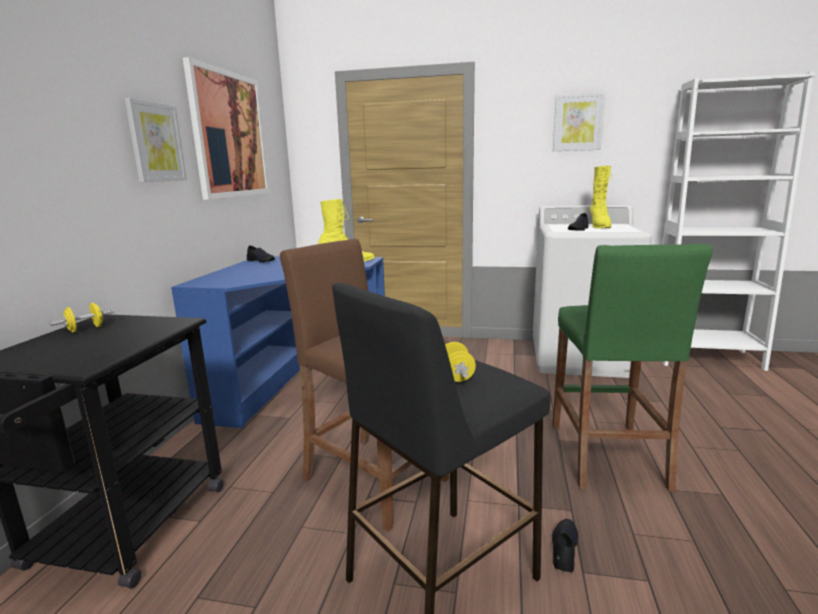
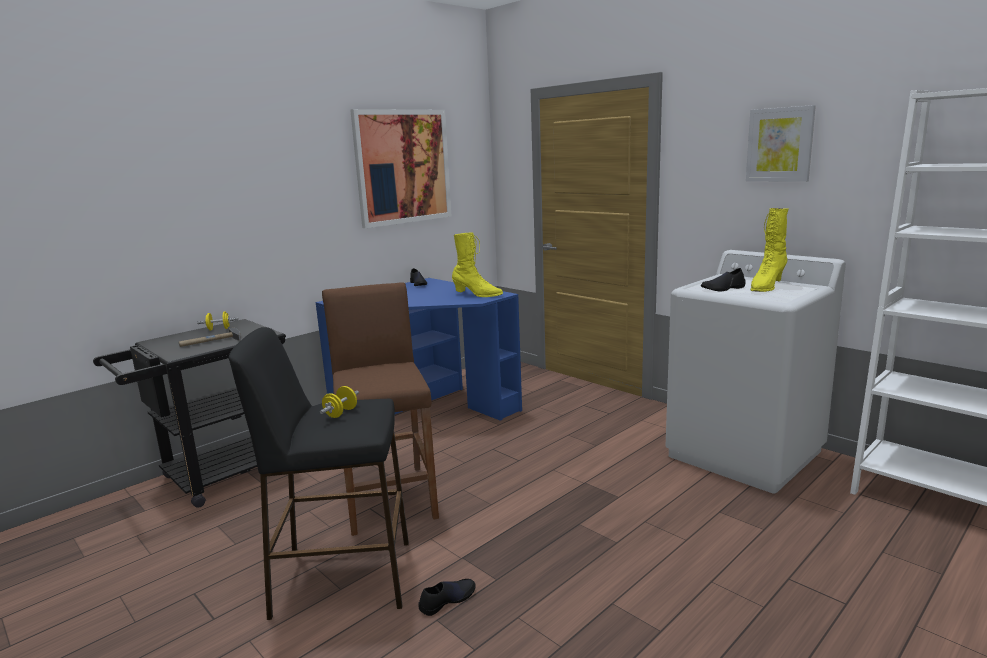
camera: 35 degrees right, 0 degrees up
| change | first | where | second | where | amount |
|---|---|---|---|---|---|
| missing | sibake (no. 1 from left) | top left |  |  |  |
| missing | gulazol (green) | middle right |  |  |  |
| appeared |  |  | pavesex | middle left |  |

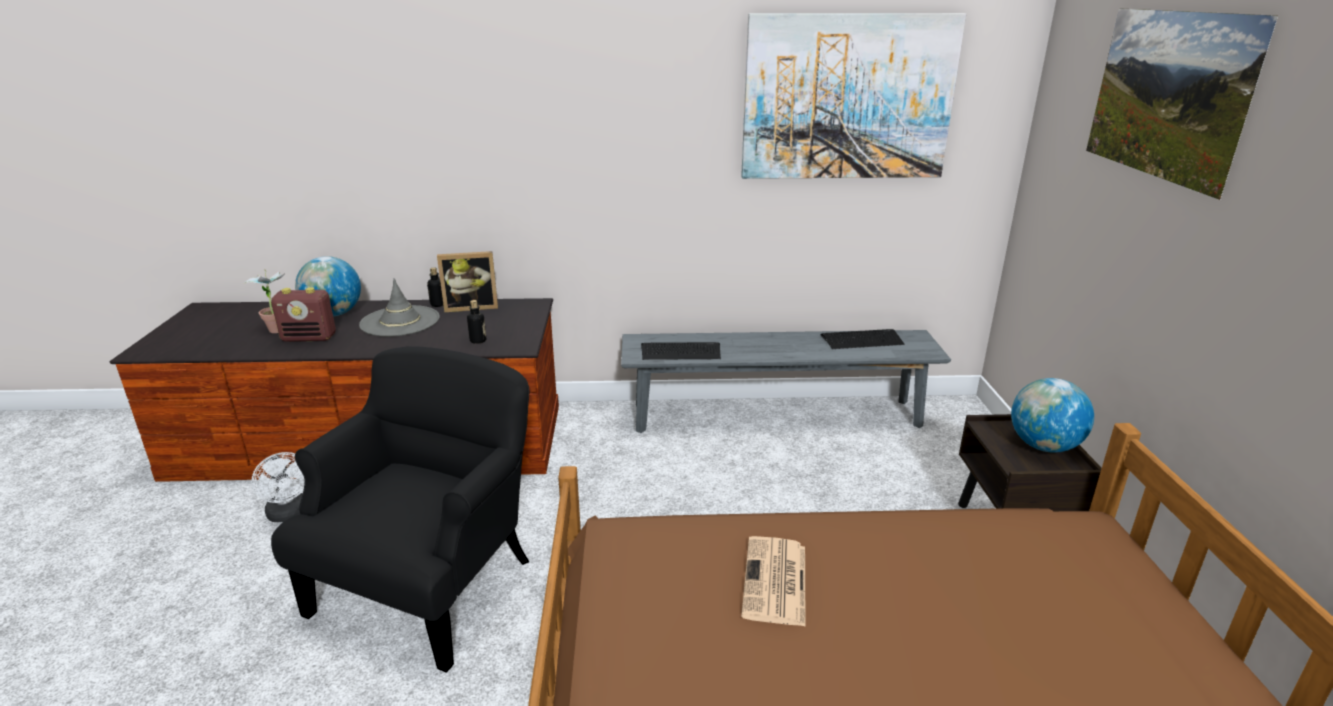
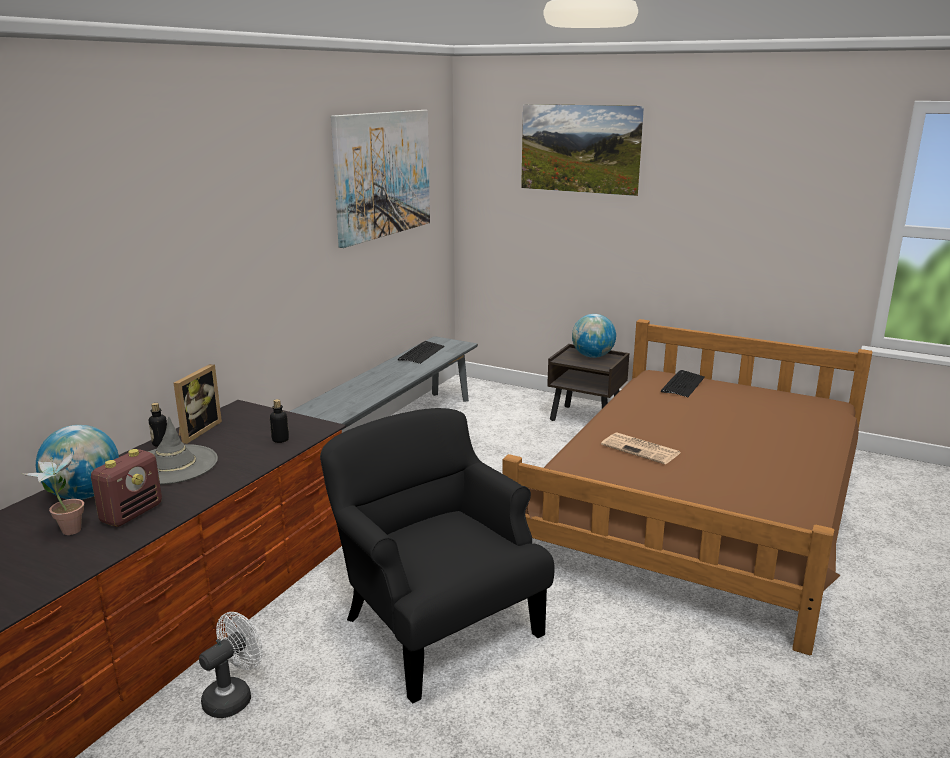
camera: 60 degrees left, 5 degrees down
| change | first | where | second | where | amount |
|---|---|---|---|---|---|
| spun | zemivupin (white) | bottom left |  | bottom left | 45 degrees counterclockwise |
| relocated | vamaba (no. 1 from left in the first image) | centre | vamaba (no. 2 from left) | middle right |  |

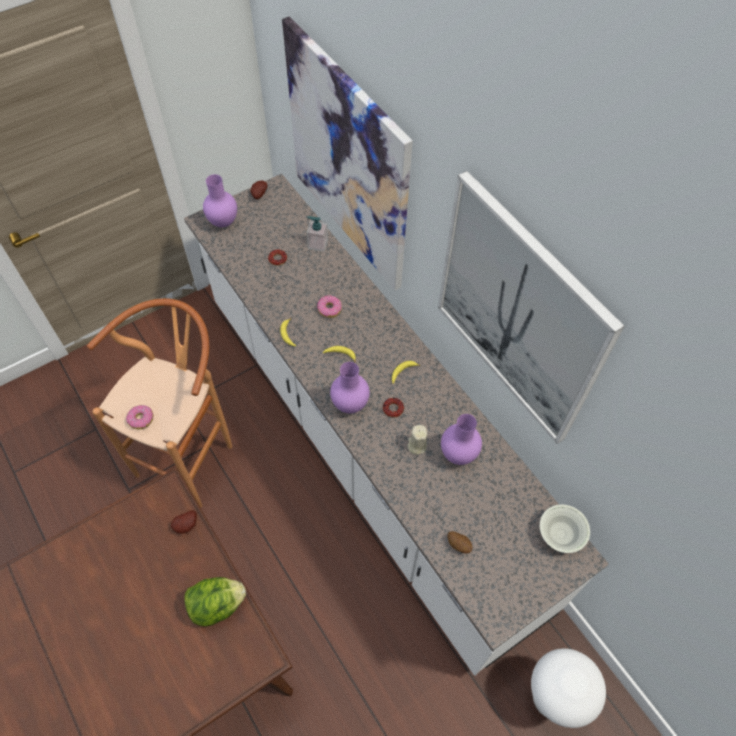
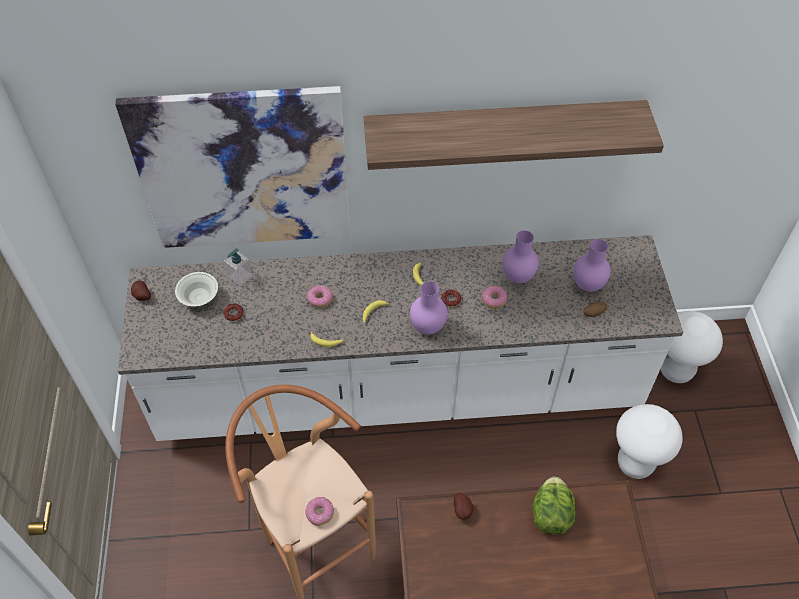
camera: 60 degrees left, 5 degrees down
| change | first | where | second | where | amount |
|---|---|---|---|---|---|
| relocated | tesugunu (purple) (no. 1 from left in the first image) | top left | tesugunu (purple) (no. 3 from left) | middle right |  |
| exchanged | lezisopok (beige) | centre | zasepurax (no. 5 from left) | centre |  |
| exchanged | sibake (no. 2 from left) | middle right | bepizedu | top centre |  |
| relocated | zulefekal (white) | bottom right |  | middle left |  |
| appeared |  |  | gulazol (white) (no. 1 from left) | bottom right |  |

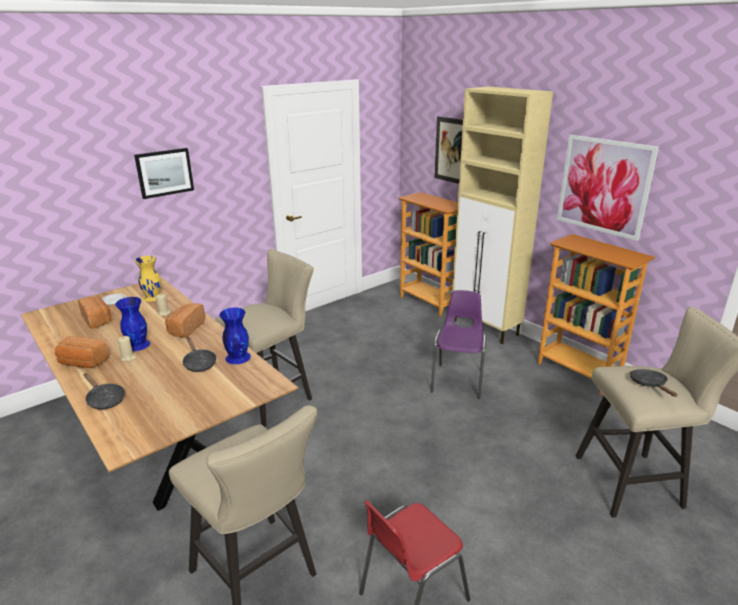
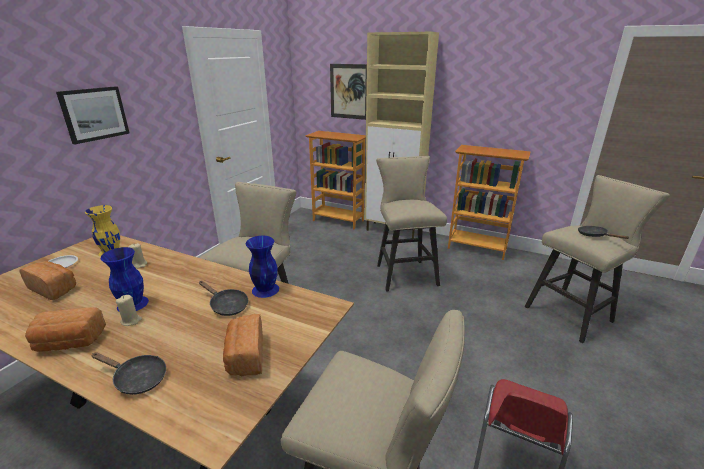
camera: 25 degrees left, 0 degrees up
| change | first | where | second | where | amount |
|---|---|---|---|---|---|
| relocated | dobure (no. 3 from left) | middle left |  | bottom centre |  |
| exchanged | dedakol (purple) | centre | gulazol (beige) (no. 3 from left) | centre |  |
| missing | sibake (no. 3 from left) | top right |  |  |  |

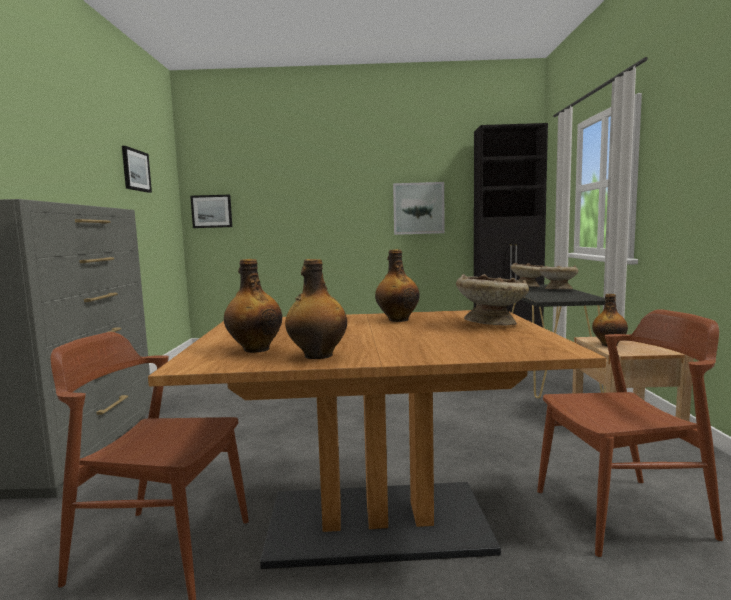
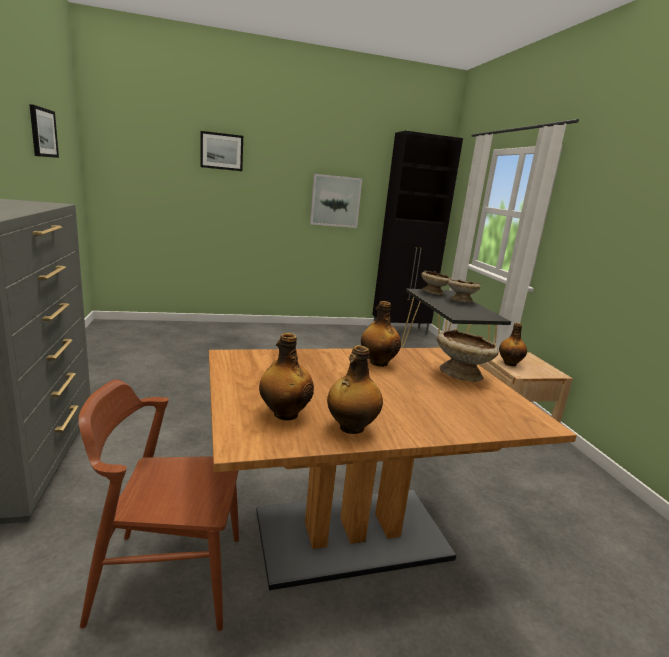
camera: 15 degrees left, 10 degrees up
| change | first | where | second | where | amount |
|---|---|---|---|---|---|
| relocated | sibake (no. 2 from left) | middle left |  | top left |  |
| missing | dedakol (brown) (no. 2 from left) | bottom right |  |  |  |

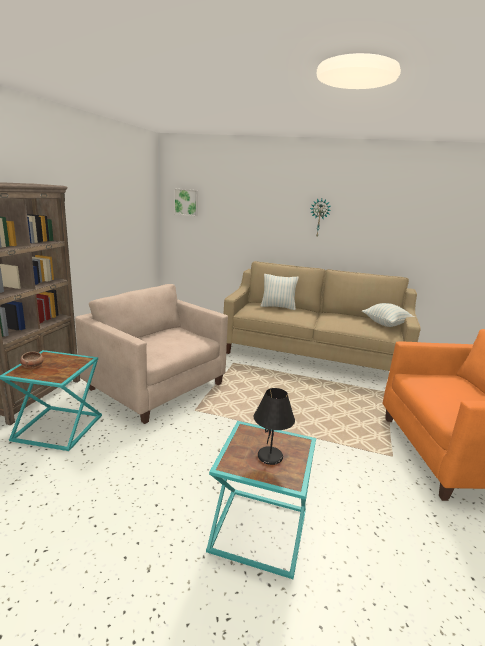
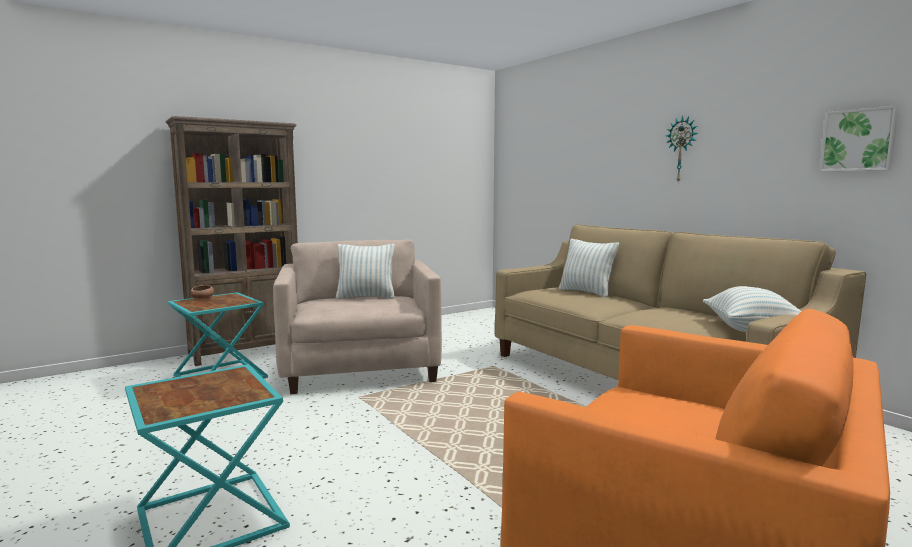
camera: 40 degrees right, 10 degrees down
| change | first | where | second | where | amount |
|---|---|---|---|---|---|
| relocated | sibake | top centre |  | top right |  |
| missing | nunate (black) | centre |  |  |  |
| appeared |  |  | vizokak (no. 1 from left) | centre |  |

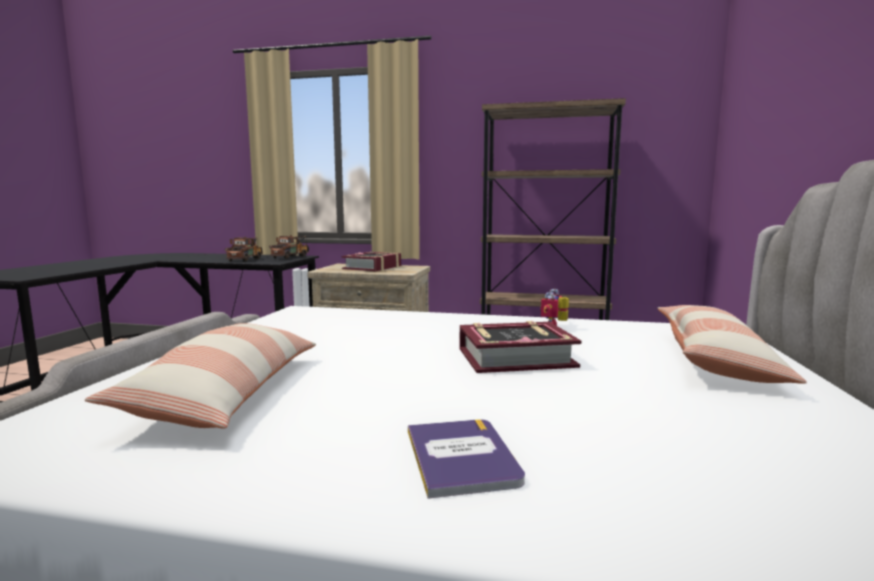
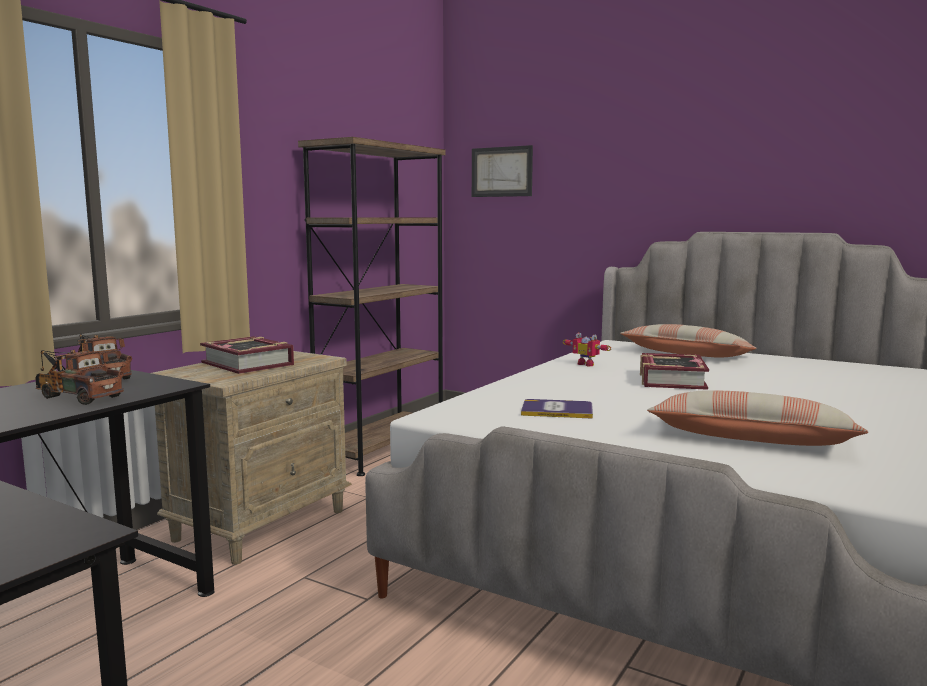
camera: 70 degrees left, 0 degrees up
| change | first | where | second | where | amount |
|---|---|---|---|---|---|
| relocated | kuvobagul (no. 2 from left) | bottom centre |  | centre |  |
| appeared |  |  | sibake | top centre |  |

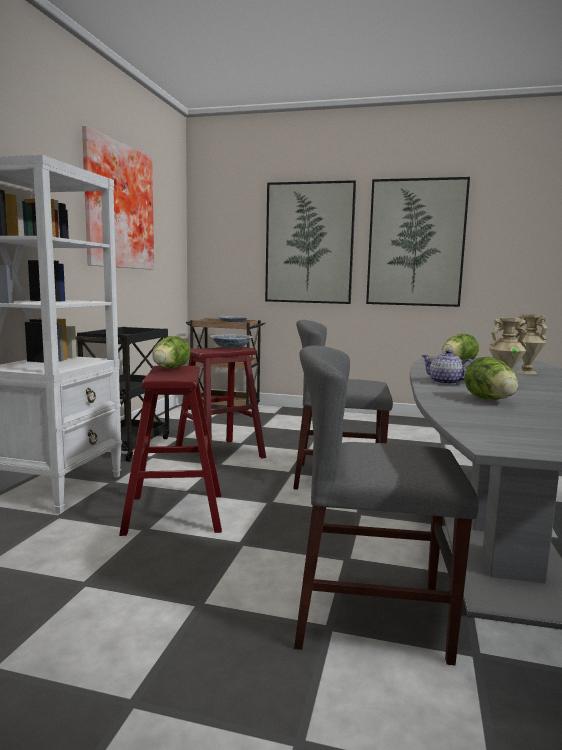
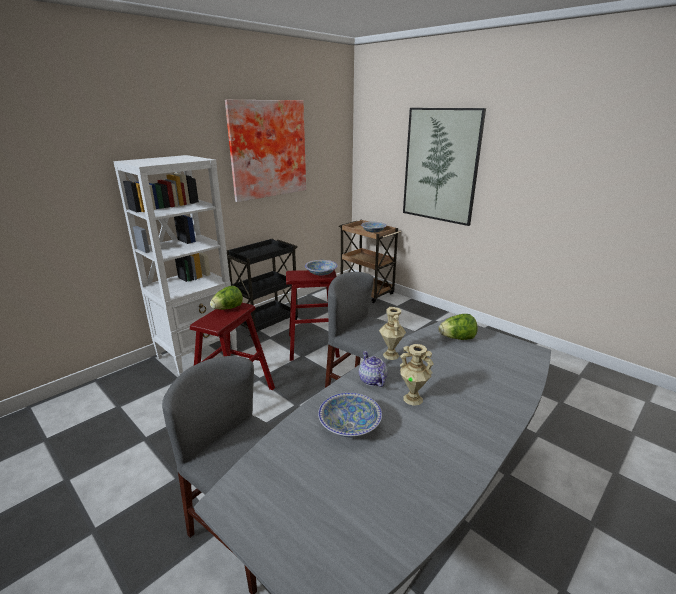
camera: 30 degrees right, 15 degrees up
| change | first | where | second | where | amount |
|---|---|---|---|---|---|
| missing | sibake (no. 3 from left) | top right |  |  |  |
| exchanged | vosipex (no. 3 from left) | middle right | zulefekal (no. 2 from left) | bottom centre |  |
| relocated | tesugunu (beige) (no. 2 from left in the first image) | middle right | tesugunu (beige) (no. 1 from left) | centre |  |

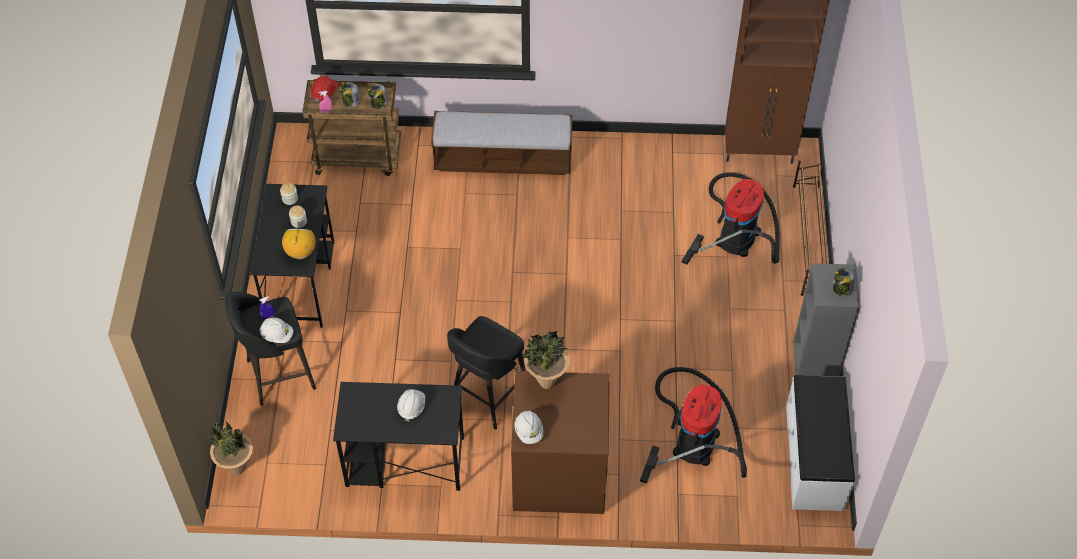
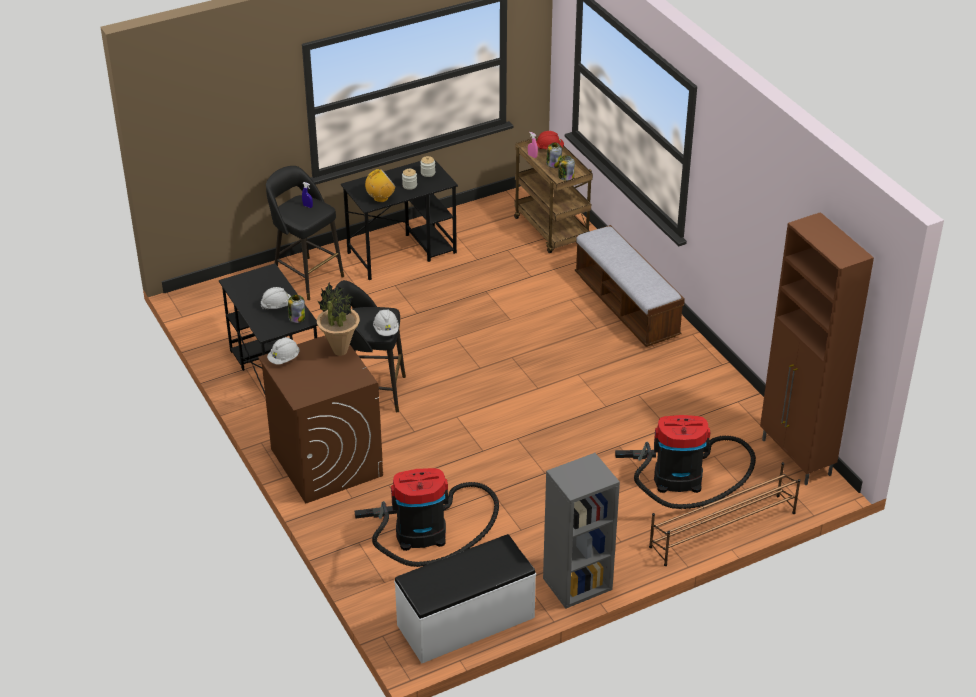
camera: 60 degrees right, 15 degrees down
| change | first | where | second | where | amount |
|---|---|---|---|---|---|
| missing | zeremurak (no. 1 from left) | bottom left |  |  |  |
| relocated | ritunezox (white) (no. 1 from left in the first image) | middle left | ritunezox (white) (no. 3 from left) | centre |  |
| relocated | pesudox (no. 5 from left in the first image) | middle right | pesudox (no. 1 from left) | middle left |  |

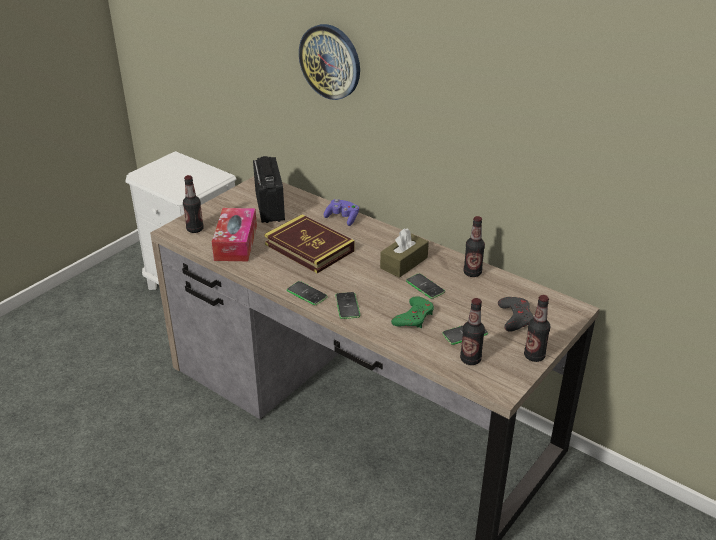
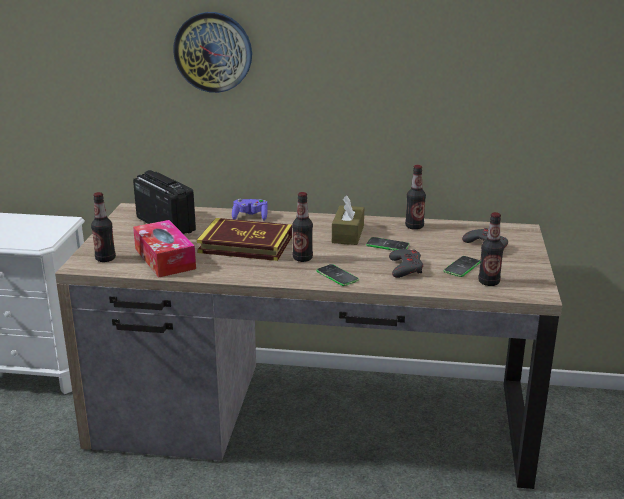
camera: 30 degrees left, 10 degrees down
| change | first | where | second | where | amount |
|---|---|---|---|---|---|
| missing | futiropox (no. 1 from left) | centre |  |  |  |
| colour | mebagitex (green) | centre | mebagitex (grey) (no. 1 from left) | centre |  |
| relocated | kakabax (no. 4 from left in the first image) | middle right | kakabax (no. 2 from left) | centre |  |

